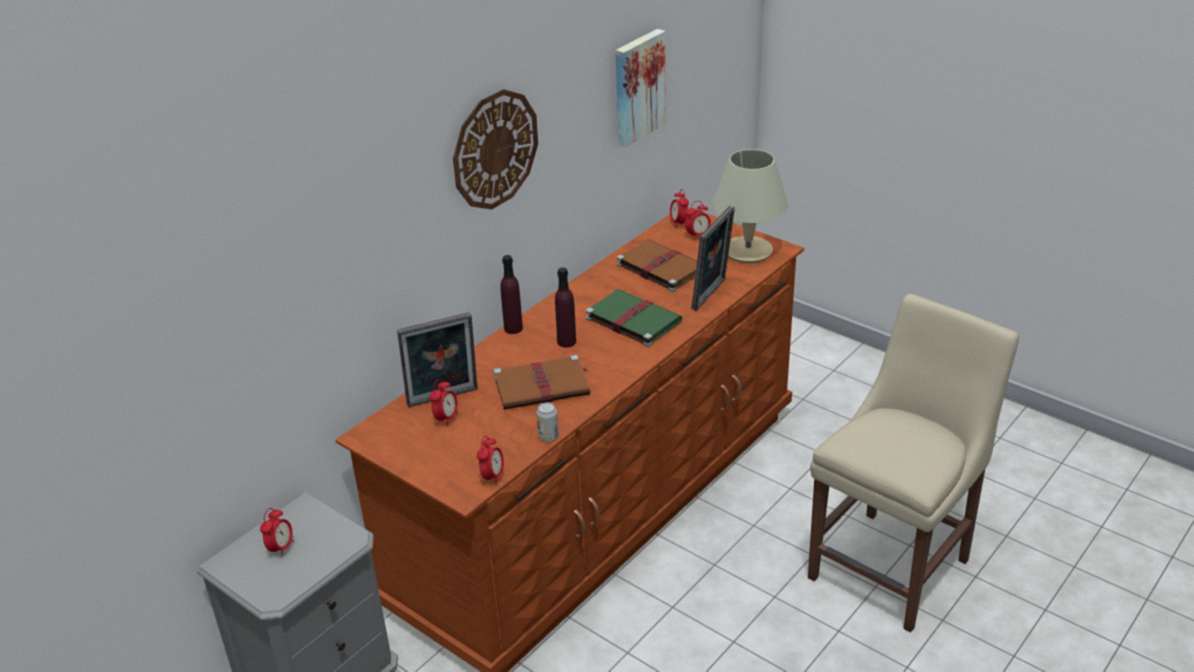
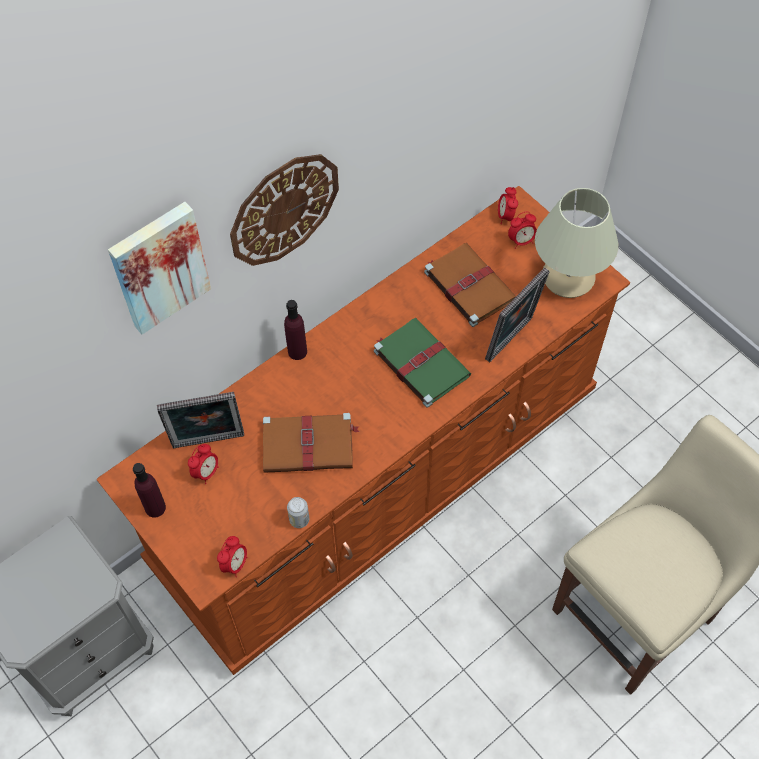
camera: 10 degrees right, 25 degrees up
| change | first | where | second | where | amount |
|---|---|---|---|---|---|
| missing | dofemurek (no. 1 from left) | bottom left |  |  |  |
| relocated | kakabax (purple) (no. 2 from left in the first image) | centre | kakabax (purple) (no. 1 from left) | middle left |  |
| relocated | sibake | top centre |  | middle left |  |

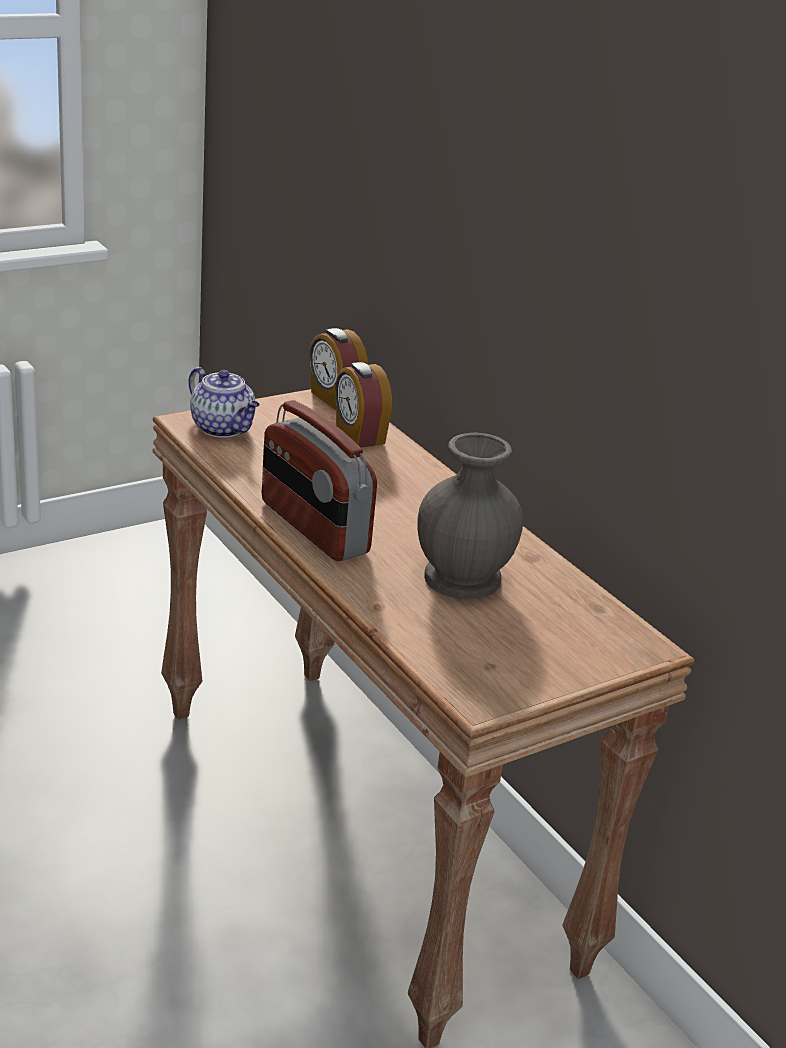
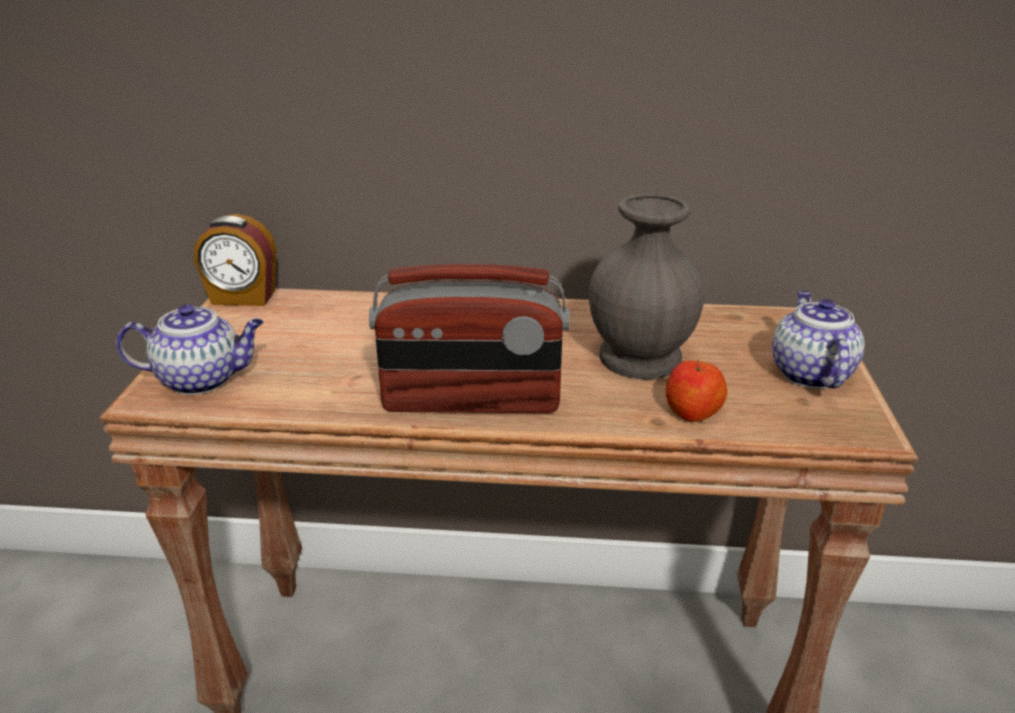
camera: 50 degrees left, 0 degrees up
| change | first | where | second | where | amount |
|---|---|---|---|---|---|
| missing | dofemurek (no. 2 from left) | centre |  |  |  |
| appeared |  |  | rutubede | middle right |  |
| appeared |  |  | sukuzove (no. 2 from left) | middle right |  |

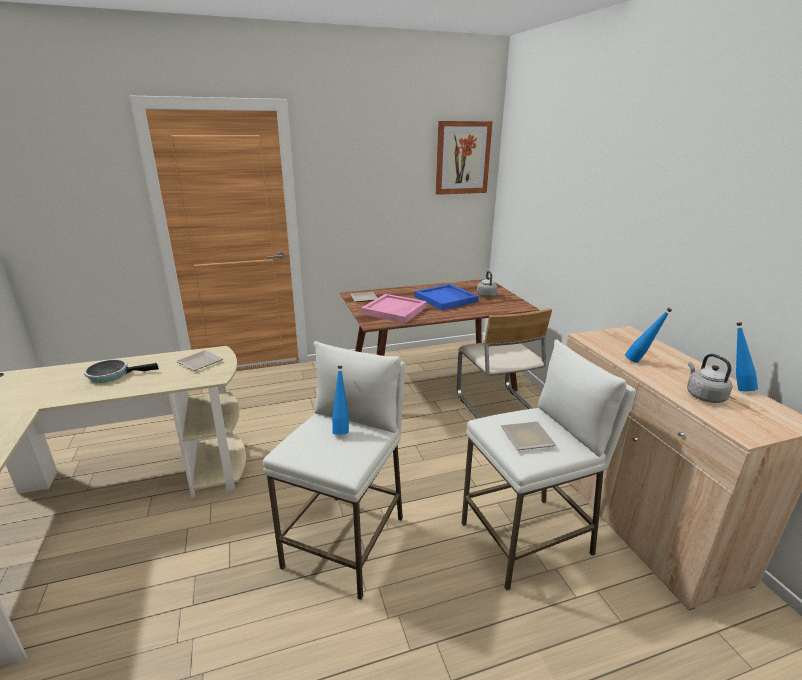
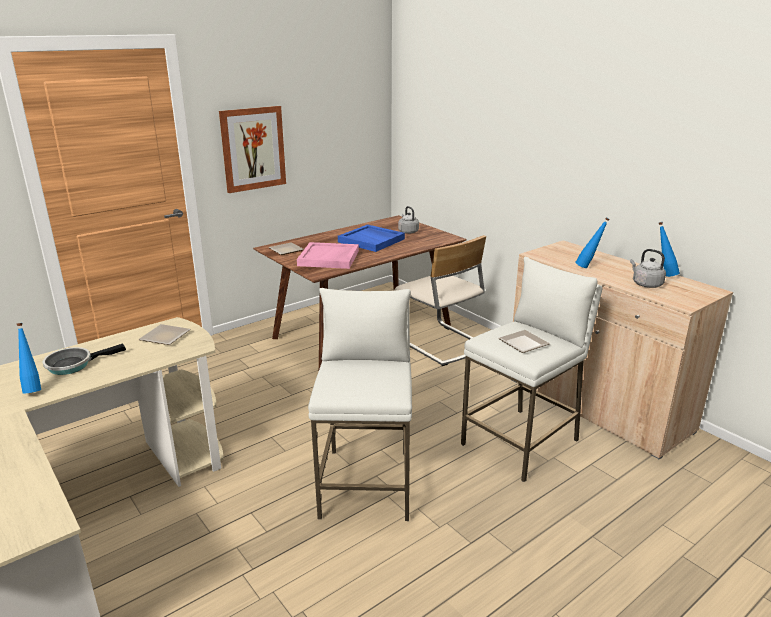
camera: 20 degrees left, 0 degrees up
| change | first | where | second | where | amount |
|---|---|---|---|---|---|
| relocated | kakabax (blue) (no. 1 from left) | centre |  | middle left |  |
| relocated | sibake | top centre |  | top left |  |

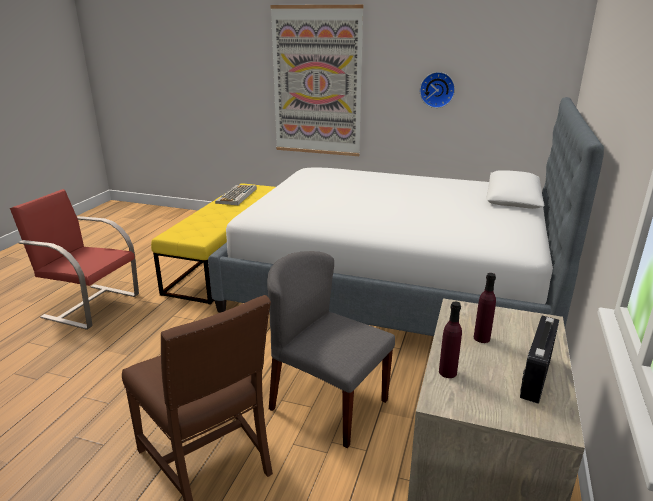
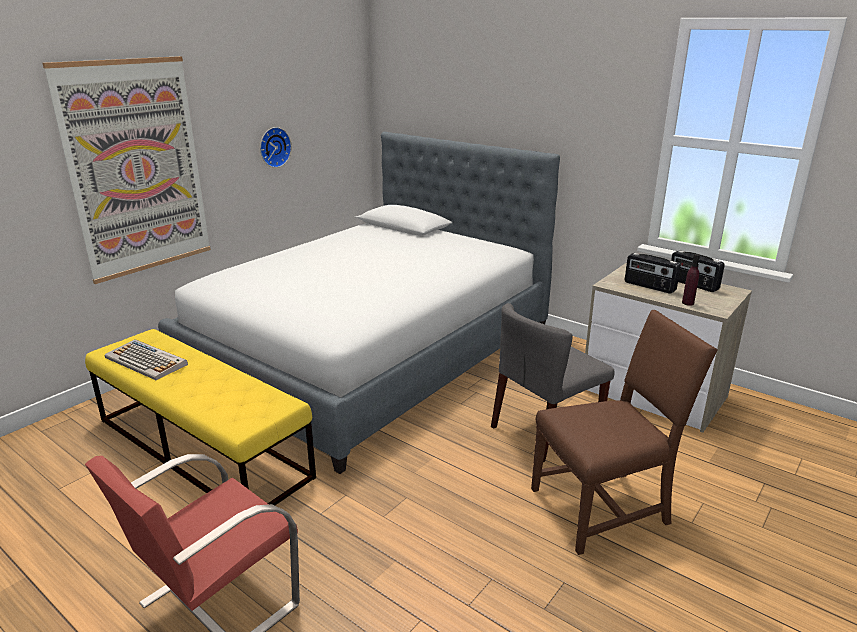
camera: 70 degrees left, 0 degrees up
| change | first | where | second | where | amount |
|---|---|---|---|---|---|
| exchanged | kakabax (purple) (no. 2 from left) | middle right | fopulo (no. 1 from left) | middle right |  |

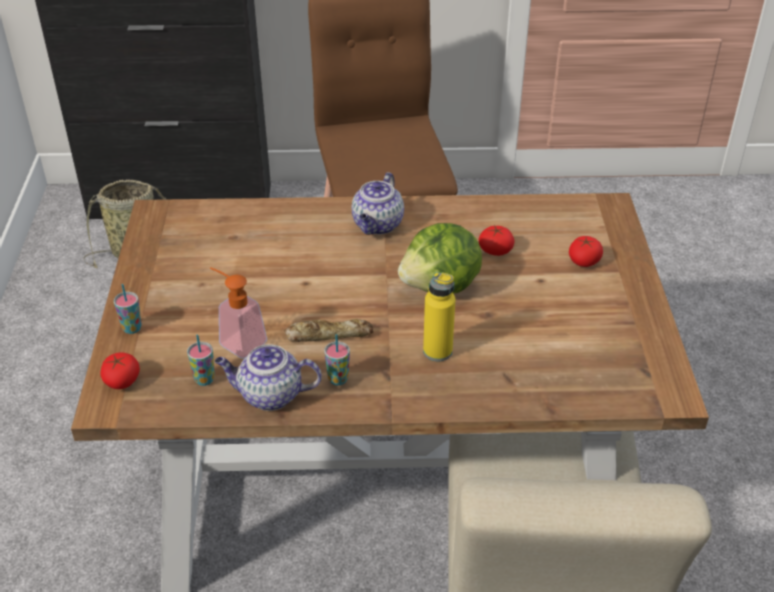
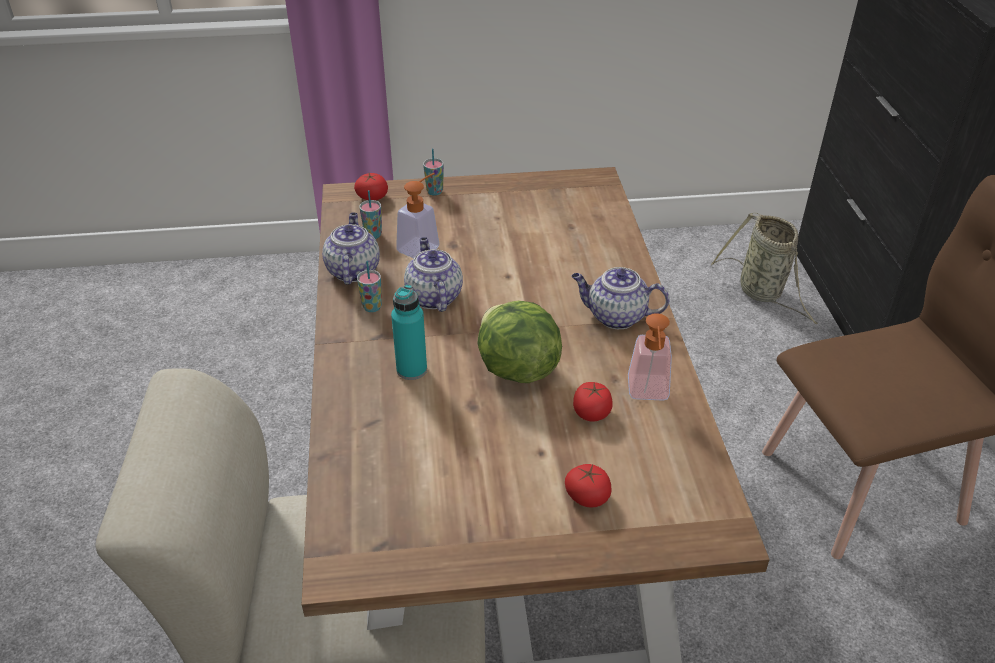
camera: 85 degrees right, 0 degrees up
| change | first | where | second | where | amount |
|---|---|---|---|---|---|
| exchanged | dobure | centre | sukuzove (no. 2 from left) | centre |  |
| colour | kakabax (yellow) | centre | kakabax (turquoise) | centre |  |
| appeared |  |  | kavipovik (no. 2 from left) | centre |  |

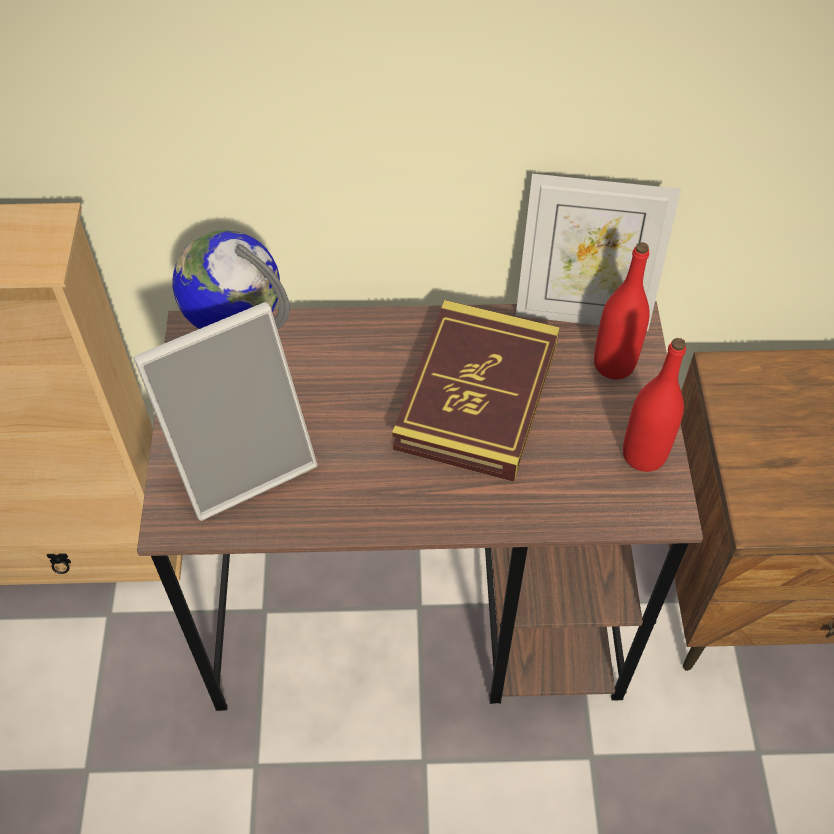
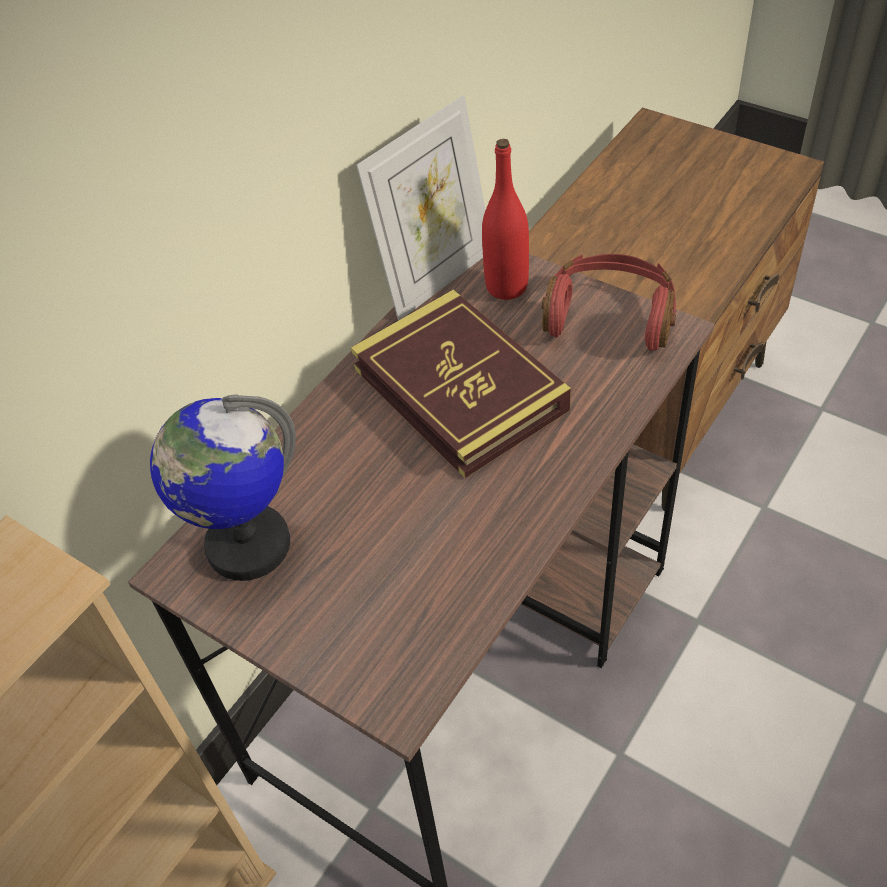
camera: 50 degrees left, 5 degrees down
| change | first | where | second | where | amount |
|---|---|---|---|---|---|
| missing | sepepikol (no. 1 from left) | middle left |  |  |  |
| exchanged | kakabax (red) (no. 2 from left) | middle right | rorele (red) | middle right |  |

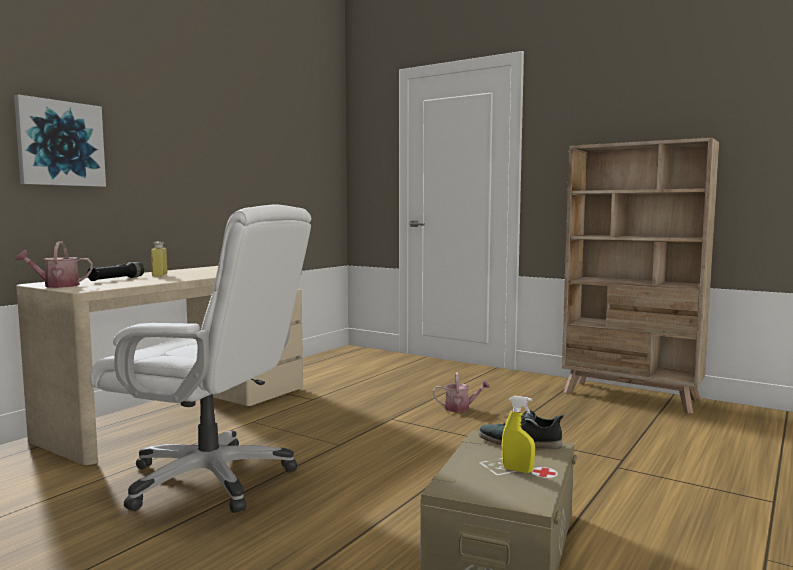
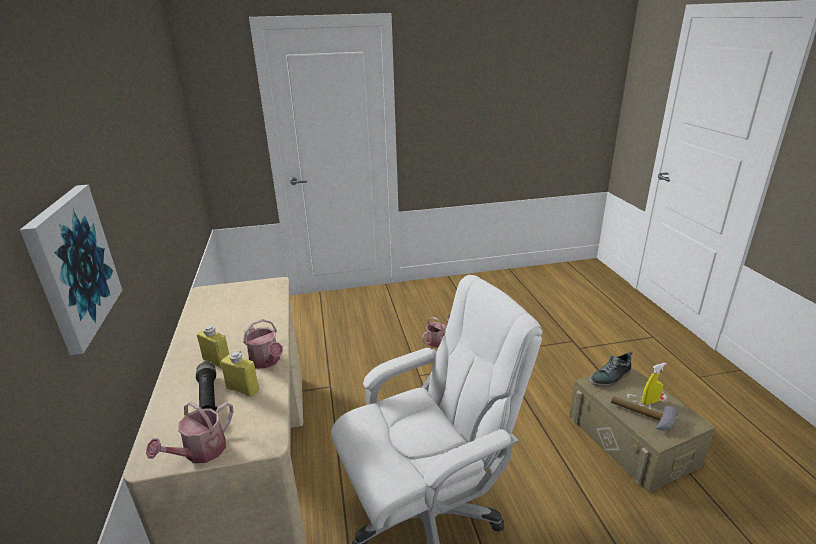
camera: 45 degrees left, 20 degrees up
| change | first | where | second | where | amount |
|---|---|---|---|---|---|
| missing | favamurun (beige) | middle right |  |  |  |
| appeared |  |  | kakabax (yellow) (no. 2 from left) | bottom left |  |
| appeared |  |  | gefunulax (no. 2 from left) | middle left |  |
| appeared |  |  | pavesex | bottom right |  |

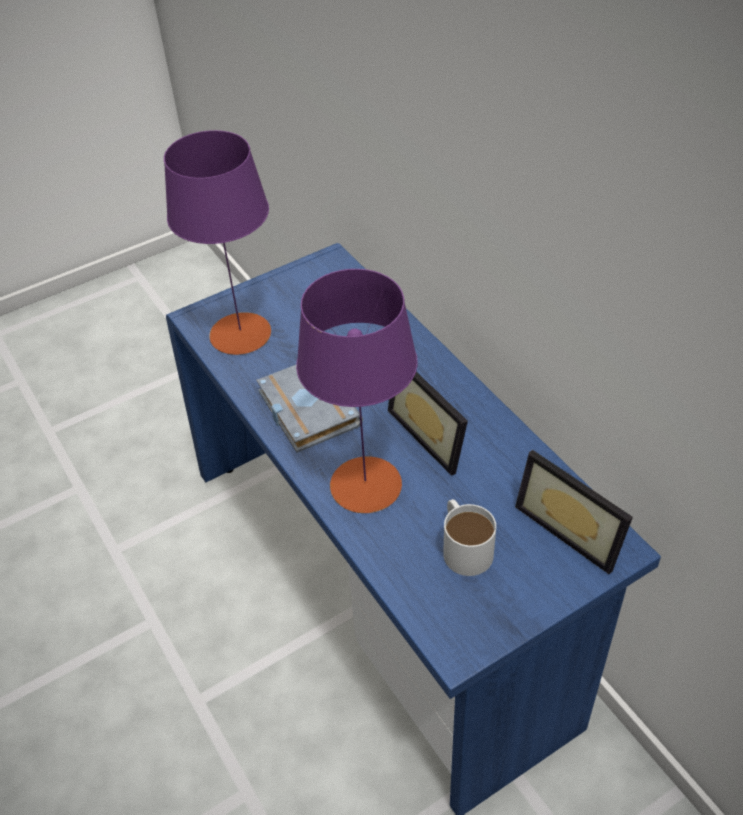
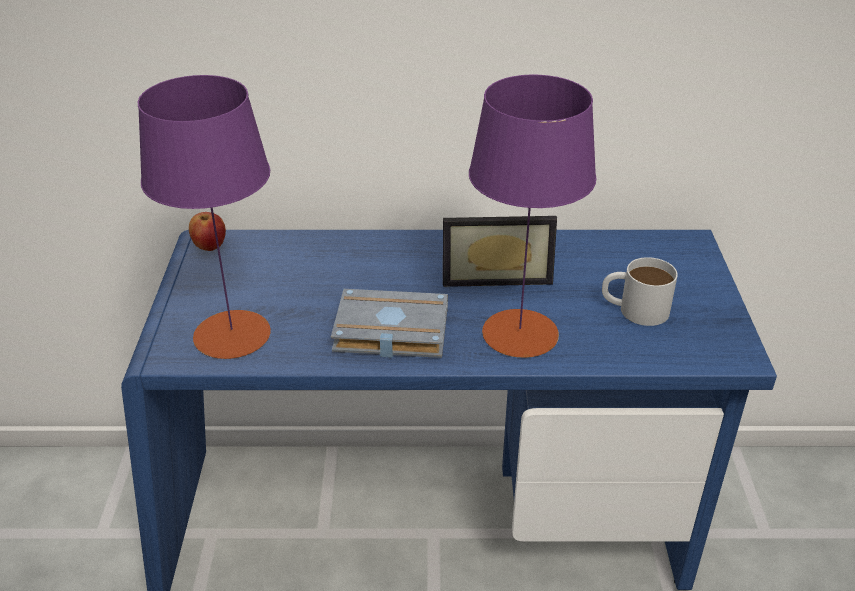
camera: 60 degrees left, 10 degrees down
| change | first | where | second | where | amount |
|---|---|---|---|---|---|
| missing | sepepikol (no. 2 from left) | middle right |  |  |  |
| appeared |  |  | rutubede | middle left |  |

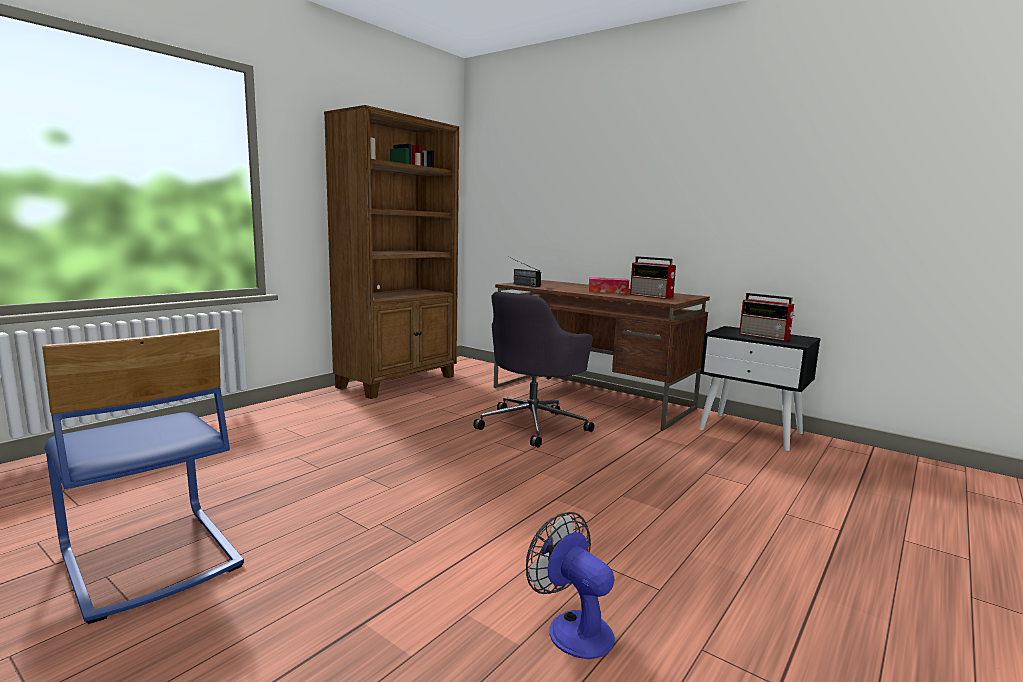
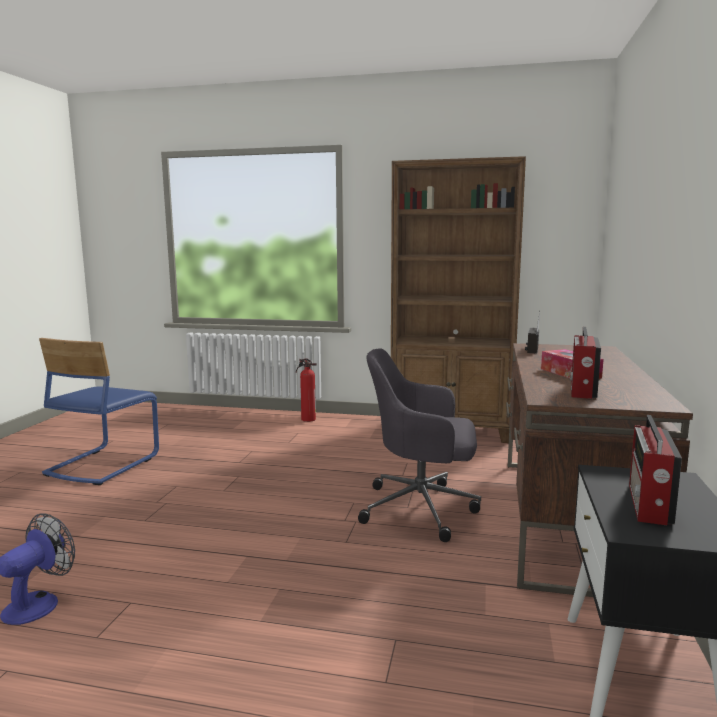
camera: 65 degrees right, 0 degrees up
| change | first | where | second | where | amount |
|---|---|---|---|---|---|
| appeared |  |  | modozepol | centre |  |

